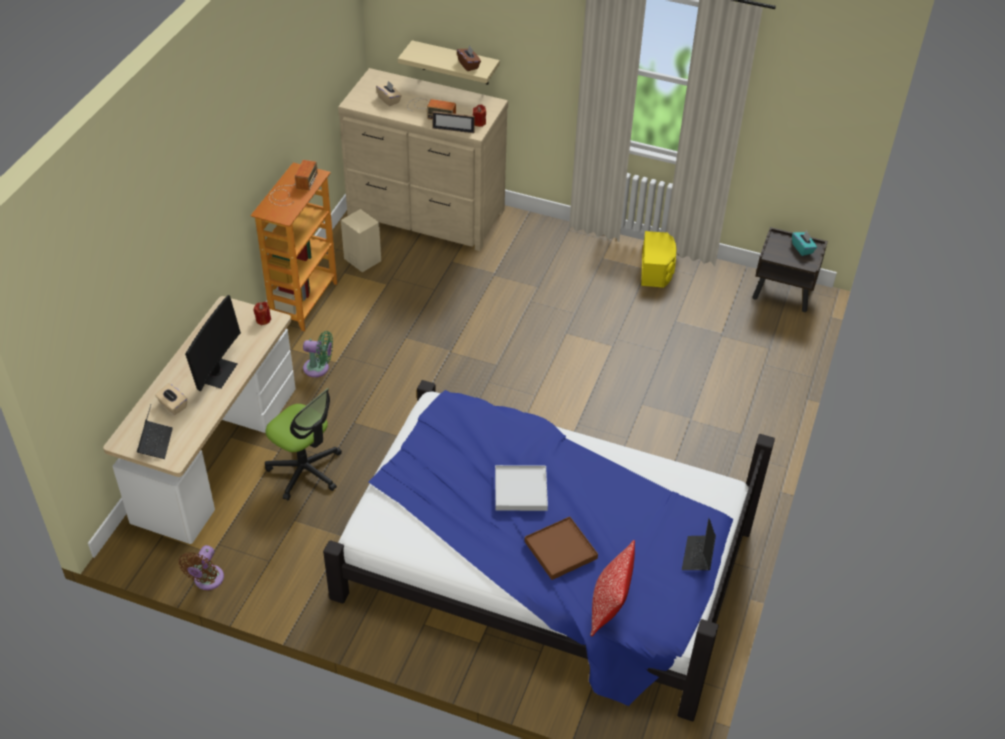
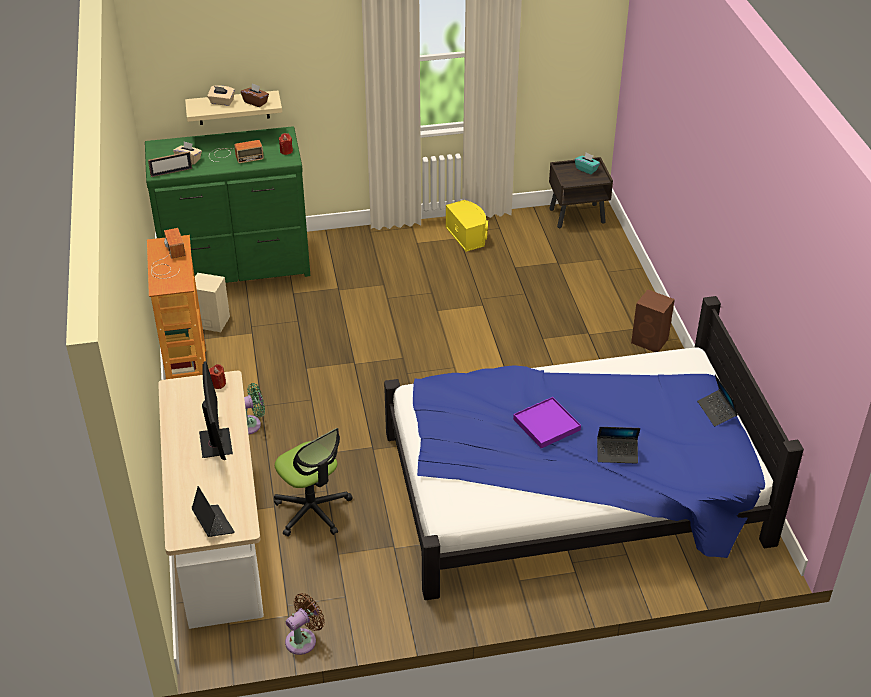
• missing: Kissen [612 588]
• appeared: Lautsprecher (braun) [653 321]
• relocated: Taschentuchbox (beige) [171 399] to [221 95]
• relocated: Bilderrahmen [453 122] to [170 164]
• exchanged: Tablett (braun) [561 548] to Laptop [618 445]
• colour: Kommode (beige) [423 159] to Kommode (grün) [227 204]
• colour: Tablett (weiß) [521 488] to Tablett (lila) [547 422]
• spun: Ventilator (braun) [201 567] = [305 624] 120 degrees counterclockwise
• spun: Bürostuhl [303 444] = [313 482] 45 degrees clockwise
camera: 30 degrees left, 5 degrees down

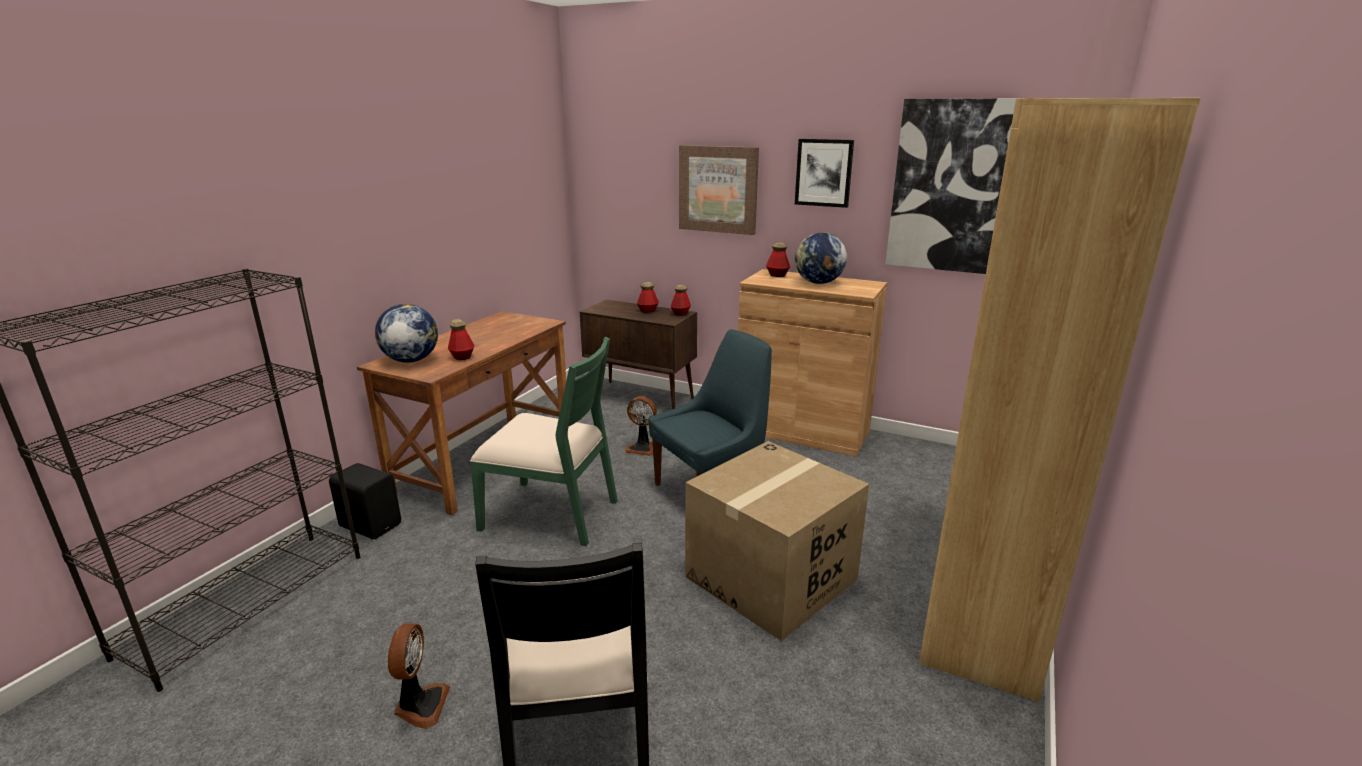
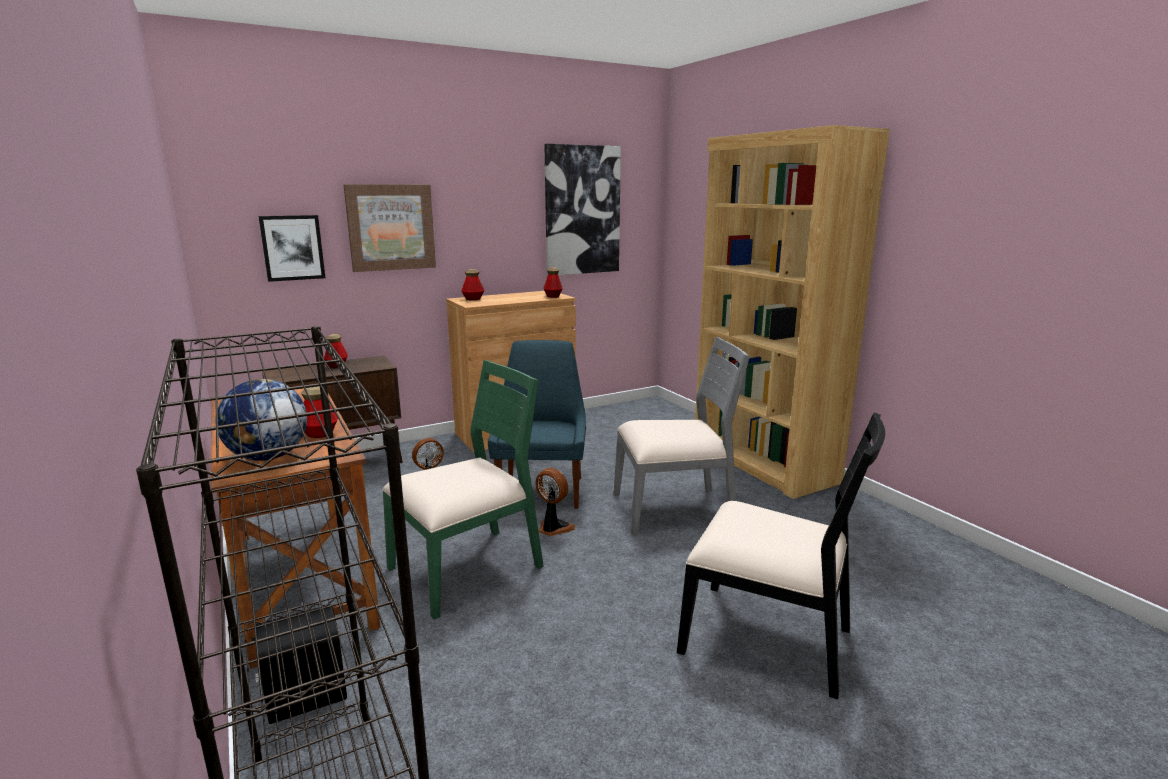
• missing: Globus [821 258]
• relocated: Ventilator [419 676] to [555 502]
• relocated: Flasche [681 300] to [553 282]
• relocated: Bild [824 173] to [291 248]
• exchanged: Karton [777 541] to Stuhl (grau) [682 436]
camera: 55 degrees left, 5 degrees down

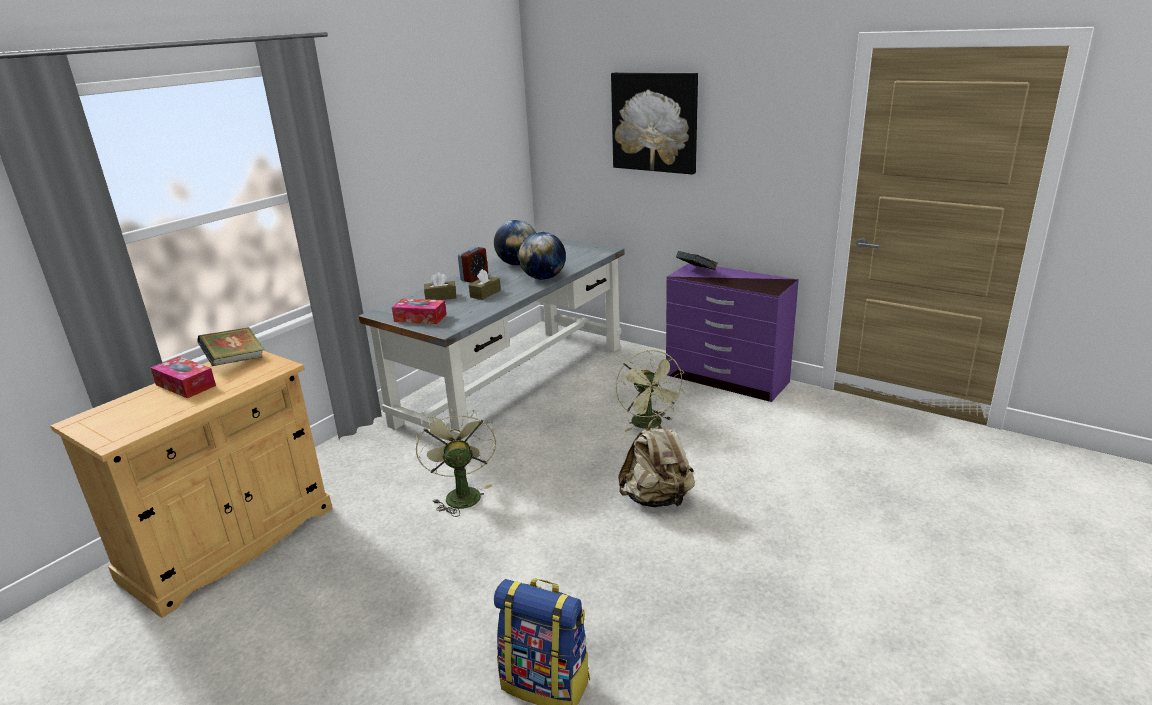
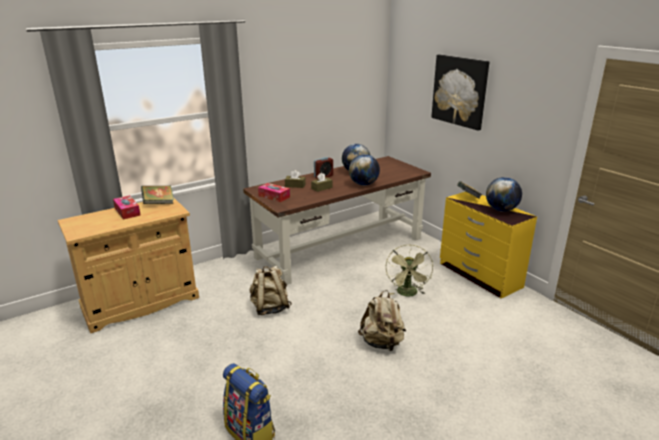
• appeared: Globus [504 194]
• exchanged: Ventilator (grün) [456 462] to Rucksack (beige) [271 290]
• colour: Schreibtisch (grau) [492 342] to Schreibtisch (braun) [337 220]
• colour: Kommode (lila) [732 332] to Kommode (gelb) [488 245]
camera: 20 degrees right, 0 degrees up

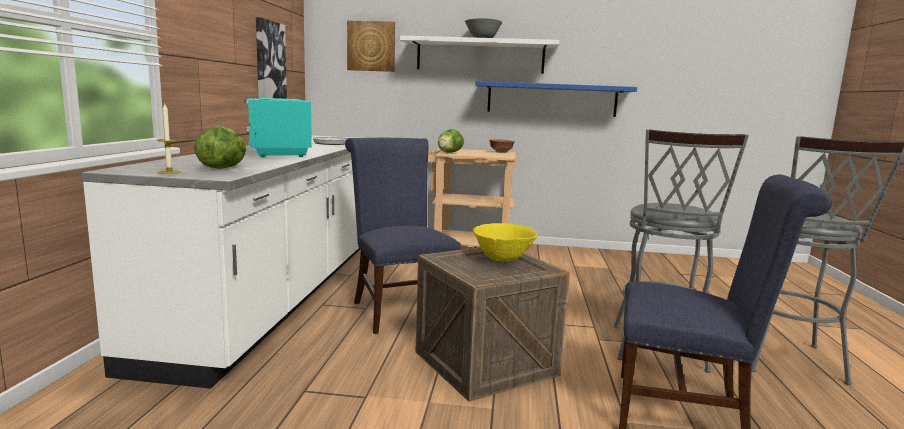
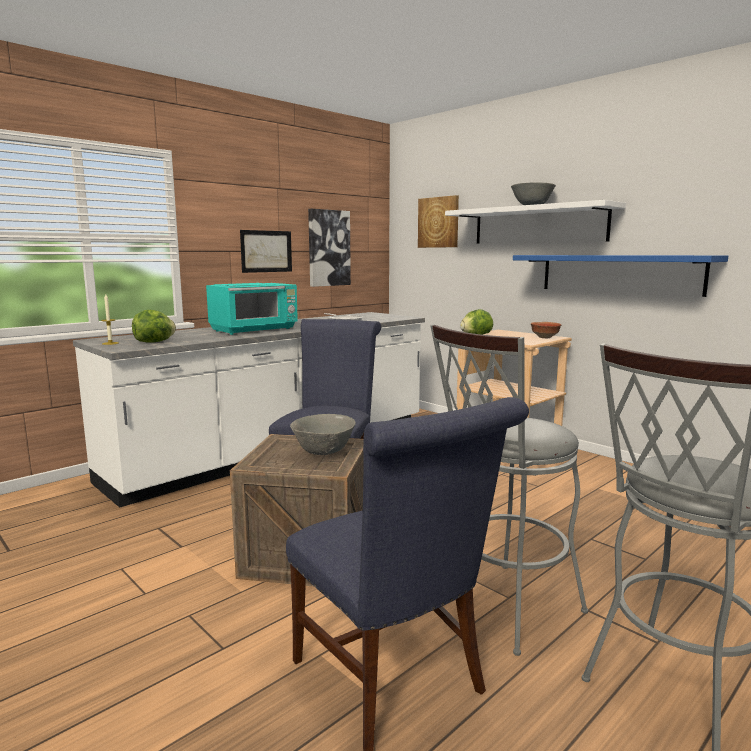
• appeared: Bild [266 251]
• colour: Schüssel (gelb) [505 242] to Schüssel (grau) [323 434]
• spun: Mikrowelle (türkis) [278 127] = [252 309] 150 degrees counterclockwise
camera: 40 degrees right, 0 degrees up

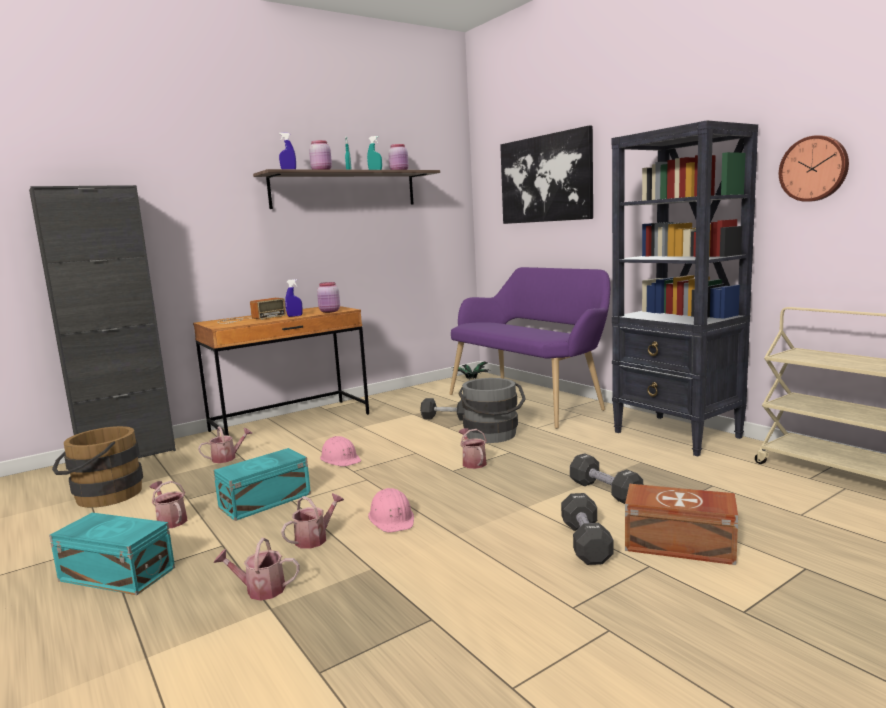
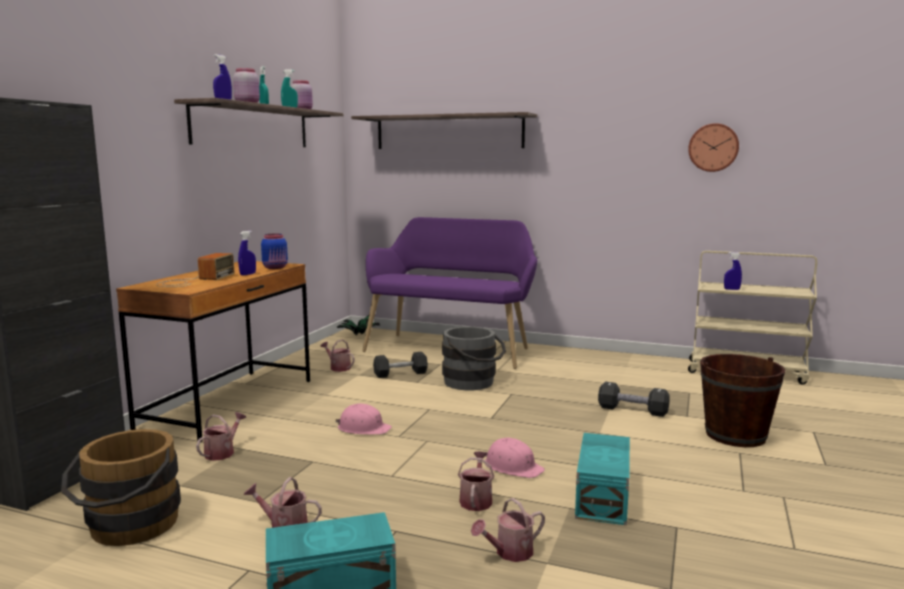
• missing: Hantel (schwarz) [587 529]
• missing: Bücherregal (schwarz) [684 288]
• appeared: Sprühflasche (blau) [733 271]
• relocated: Aufbewahrungsbox (türkis) [262 484] to [602 479]
• relocated: Gießkanne [473 448] to [337 356]
• exchanged: Bild [546 174] to Wandregal [444 130]
• exchanged: Aufbewahrungsbox (braun) [681 524] to Eimer (braun) [742 400]
• colour: Vorratsglas (rosa) [328 297] to Vorratsglas (blau) [274 251]
camera: 35 degrees left, 0 degrees up

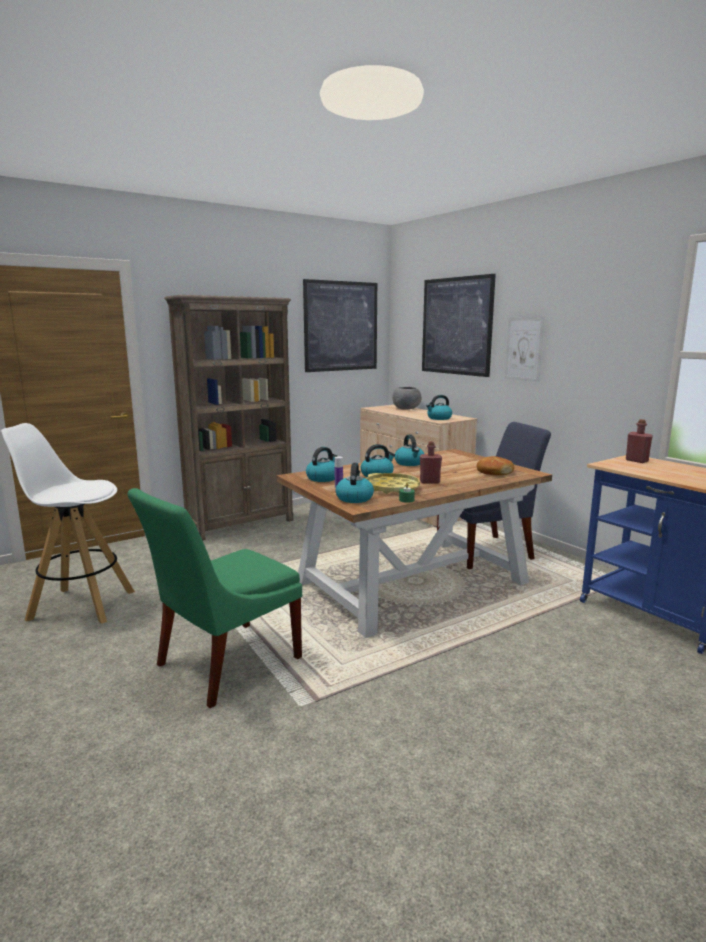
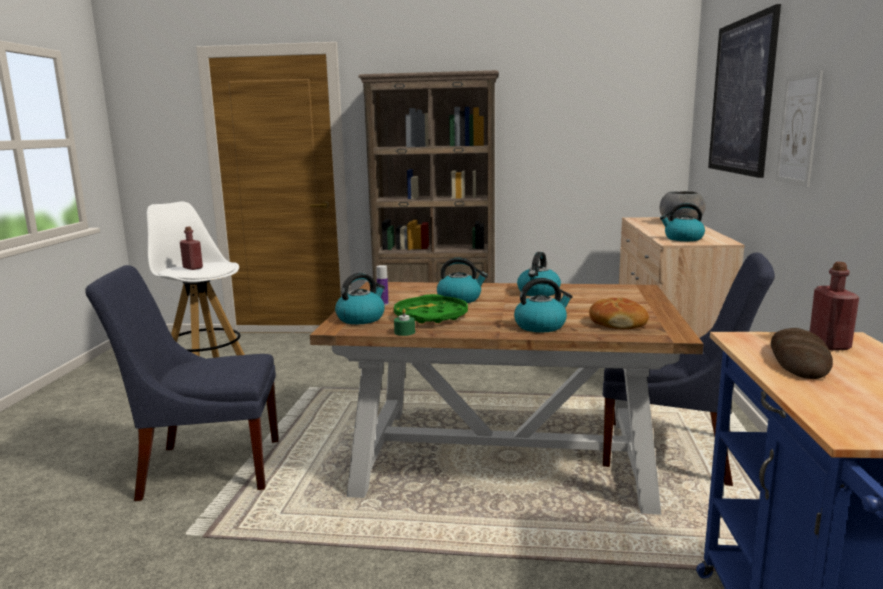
• missing: Bild [340 325]
• appeared: Brot [802 353]
• relocated: Wasserkessel [322 464] to [543 305]
• relocated: Flasche (rot) [431 462] to [191 248]
• colour: Stuhl (grün) [215 598] to Stuhl (blau) [182 383]
• colour: Tablett (gelb) [393 483] to Tablett (grün) [431 308]
camera: 40 degrees right, 0 degrees up

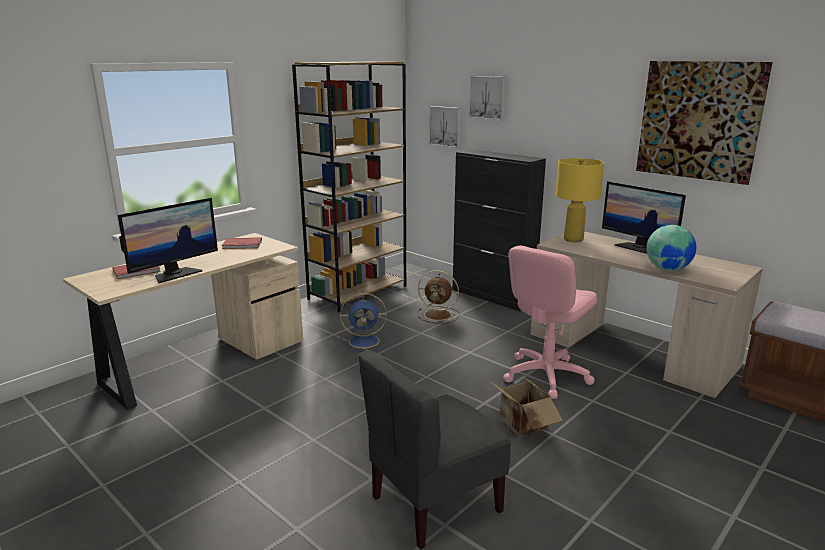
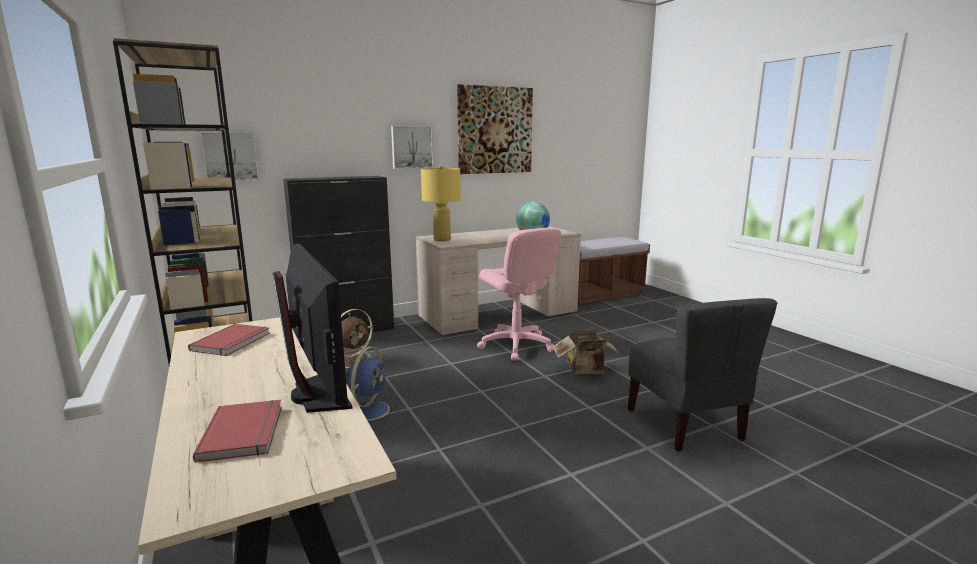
• missing: Monitor [644 217]
• relocated: Bild [487 98] to [412 147]
camera: 70 degrees left, 5 degrees down

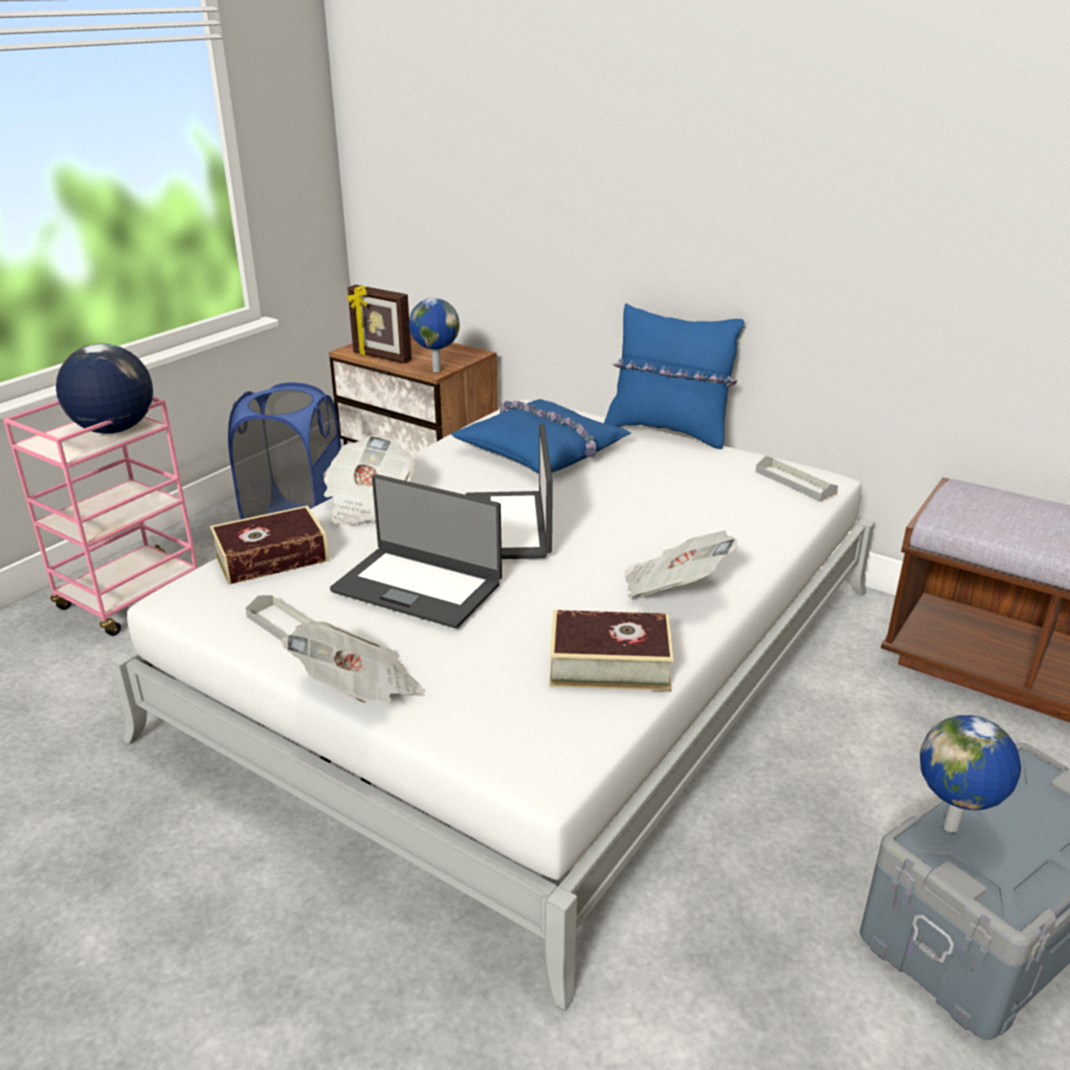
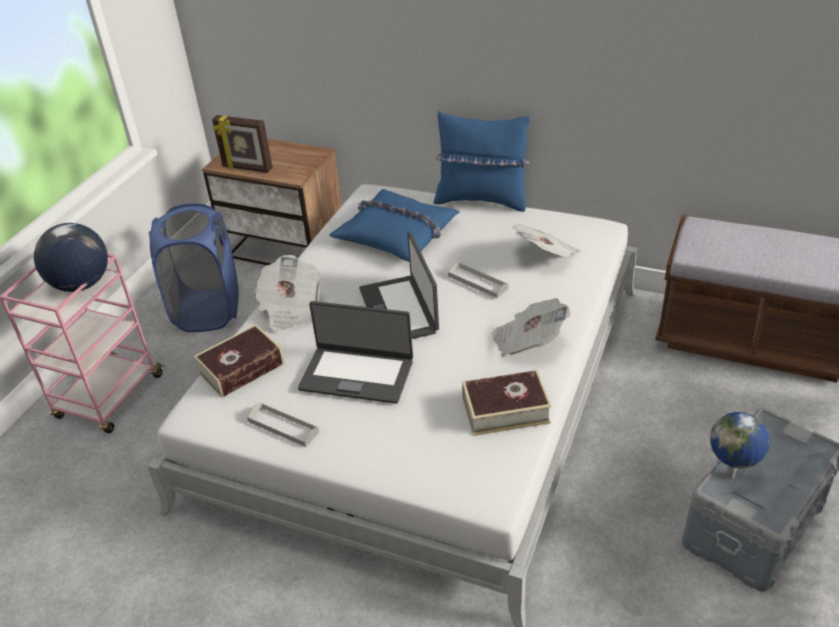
• missing: Globus [434 335]
• relocated: Zeitung [353 662] to [546 241]
• relocated: Tablett (grau) [797 478] to [478 280]
camera: 10 degrees left, 10 degrees up

